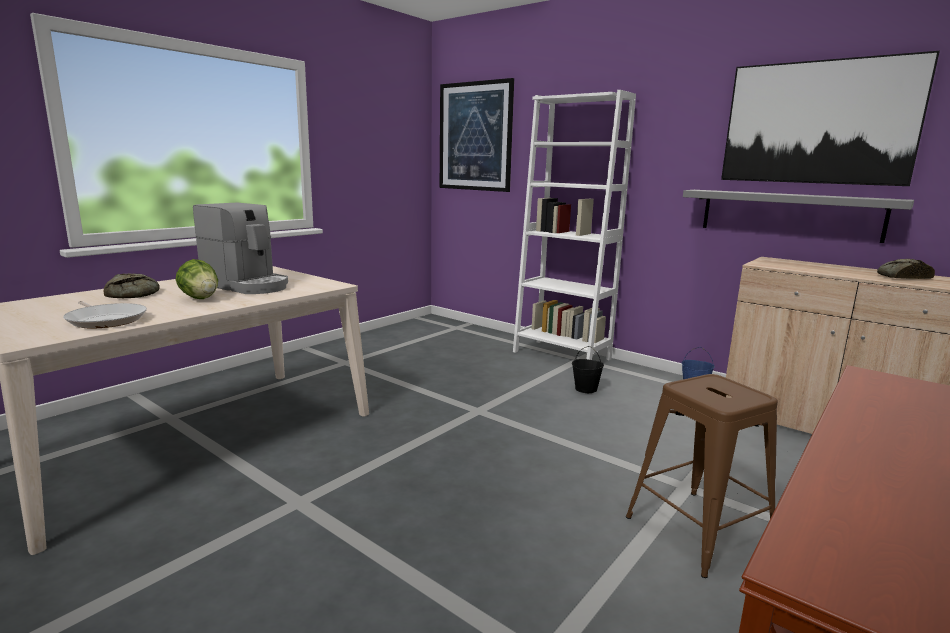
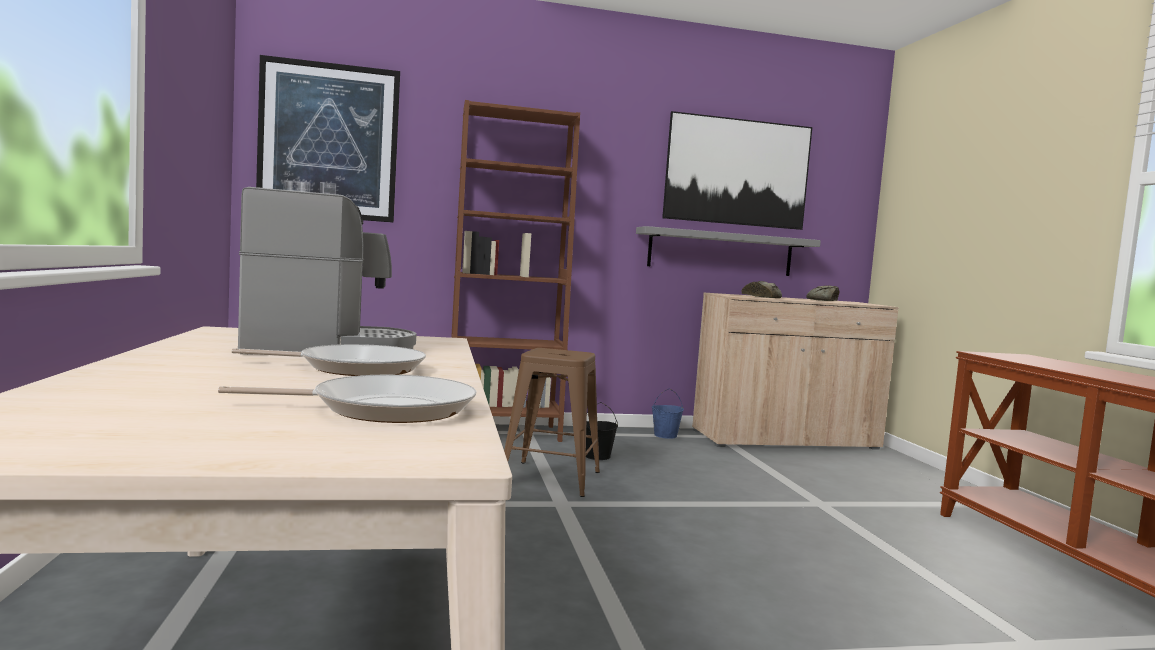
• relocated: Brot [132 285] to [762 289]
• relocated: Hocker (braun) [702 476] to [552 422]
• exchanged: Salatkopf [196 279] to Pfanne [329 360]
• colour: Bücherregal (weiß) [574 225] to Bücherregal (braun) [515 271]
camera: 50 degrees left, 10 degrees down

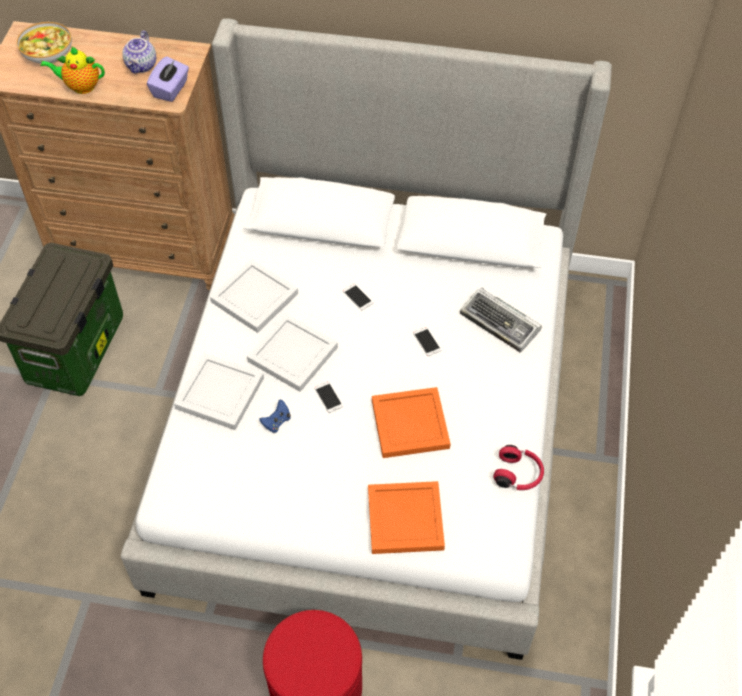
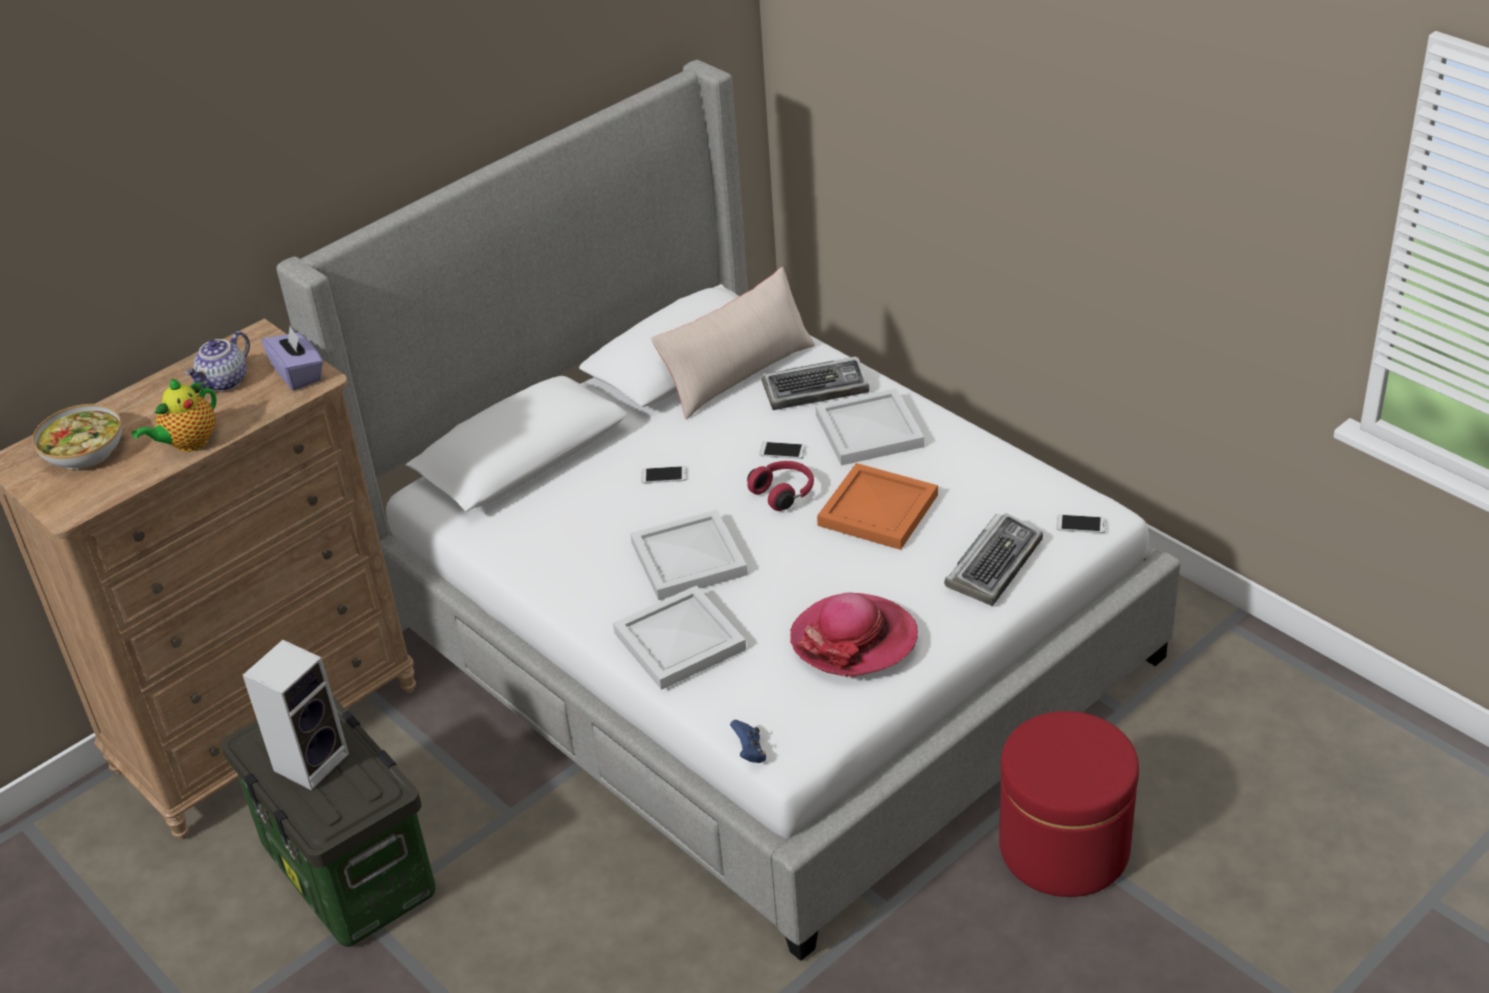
• appeared: Lautsprecher [296 715]
• appeared: Kissen (beige) [733 343]
• appeared: Hut [854 635]
• relocated: Tablett (weiß) [254 296] to [870 427]
• relocated: Gamepad (blau) [275 416] to [748 741]
• relocated: Handy [328 397] to [1081 523]
• relocated: Kopfhörer (rot) [518 467] to [780 486]
• exchanged: Tablett (orange) [406 517] to Tastatur [993 559]
• spun: Teekanne [139 52] = [217 361] 75 degrees clockwise
camera: 50 degrees left, 15 degrees down

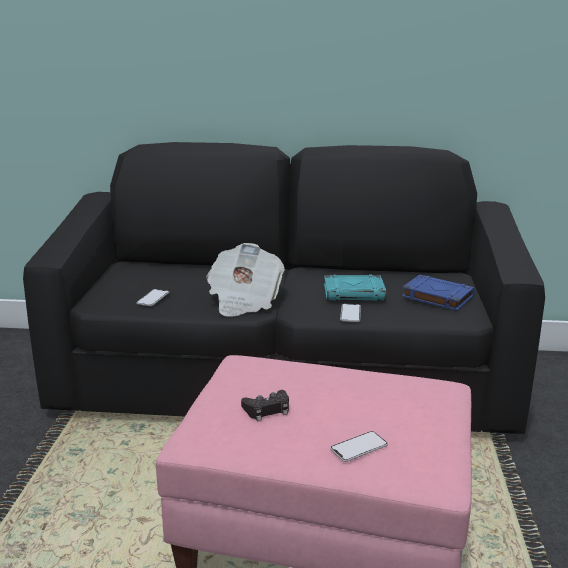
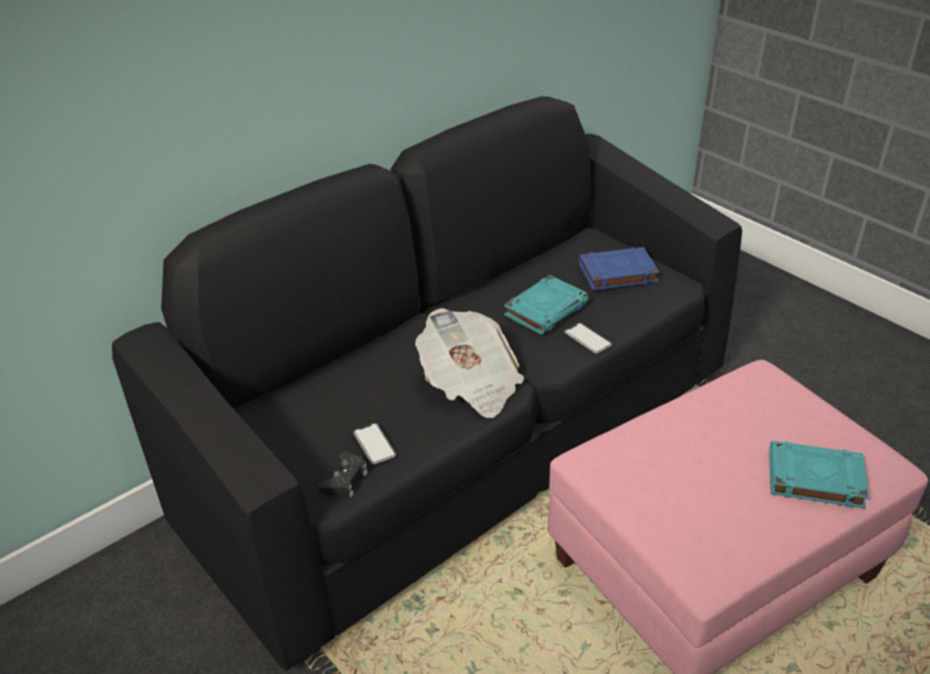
• relocated: Gamepad (schwarz) [265 405] to [343 475]
• exchanged: Handy [359 446] to Buch (türkis) [819 474]
camera: 45 degrees left, 15 degrees up

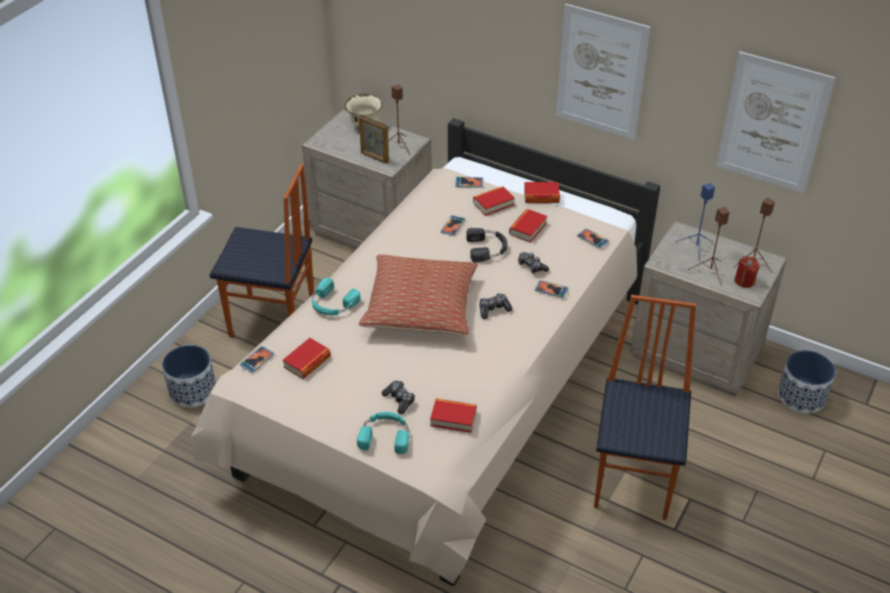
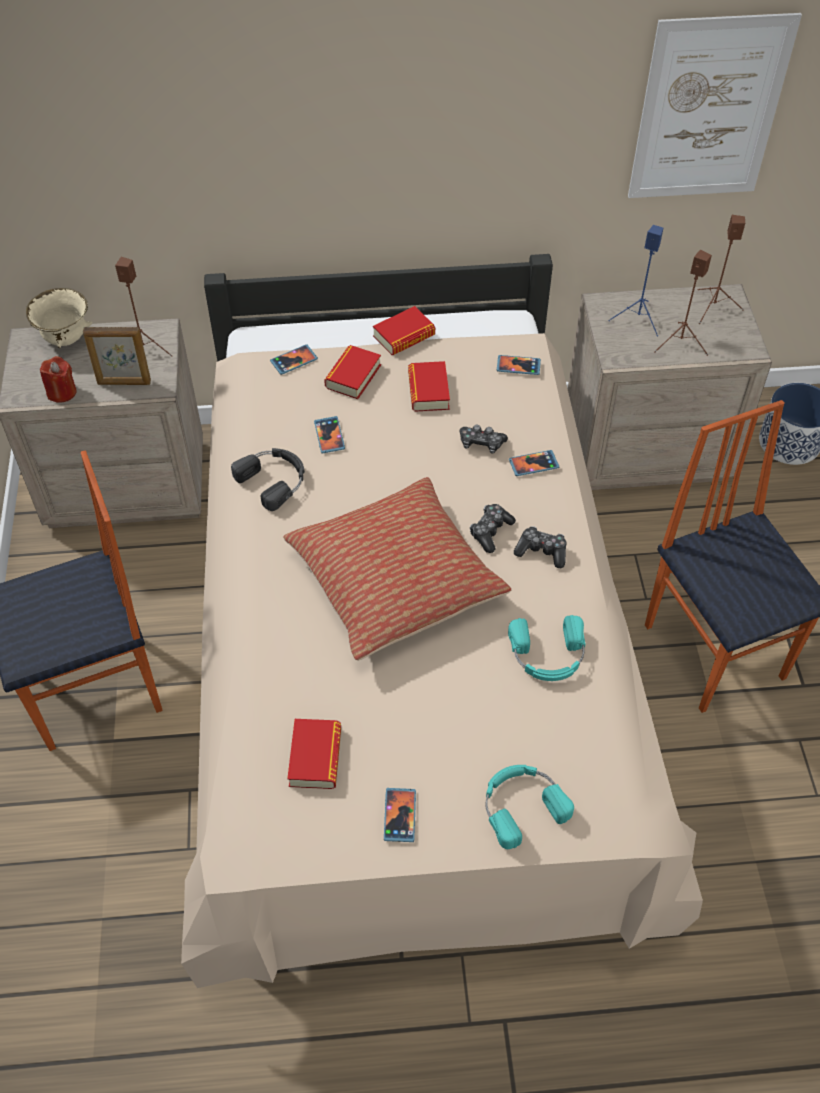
• missing: Pflanzkübel [189 376]
• missing: Buch [453 416]
• missing: Bild [603 72]
• relocated: Handy [257 359] to [400 815]
• relocated: Kopfhörer (türkis) [336 296] to [546 648]
• relocated: Gamepad [398 397] to [540 547]
• relocated: Kopfhörer (schwarz) [486 245] to [268 479]
• relocated: Kerze (rot) [746 272] to [58 379]
camera: 35 degrees left, 10 degrees up

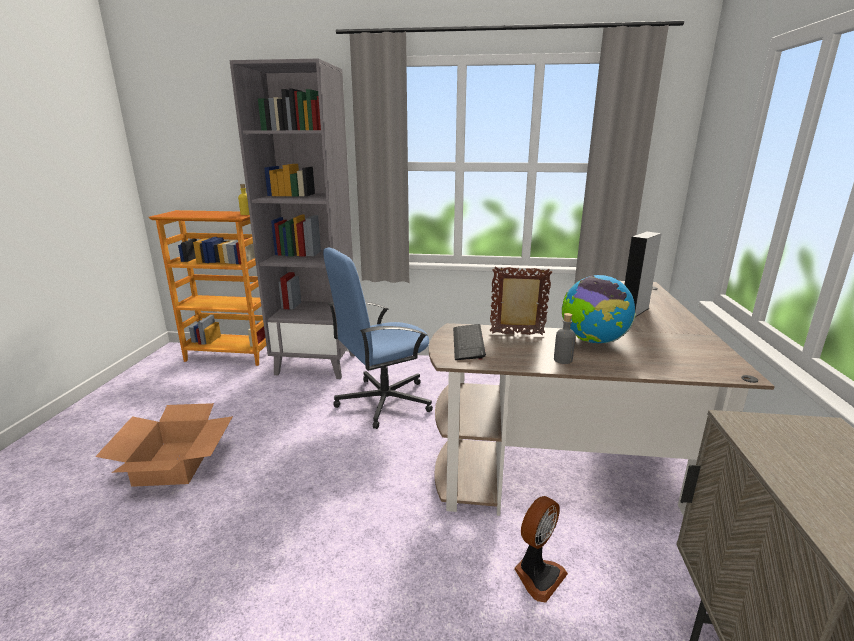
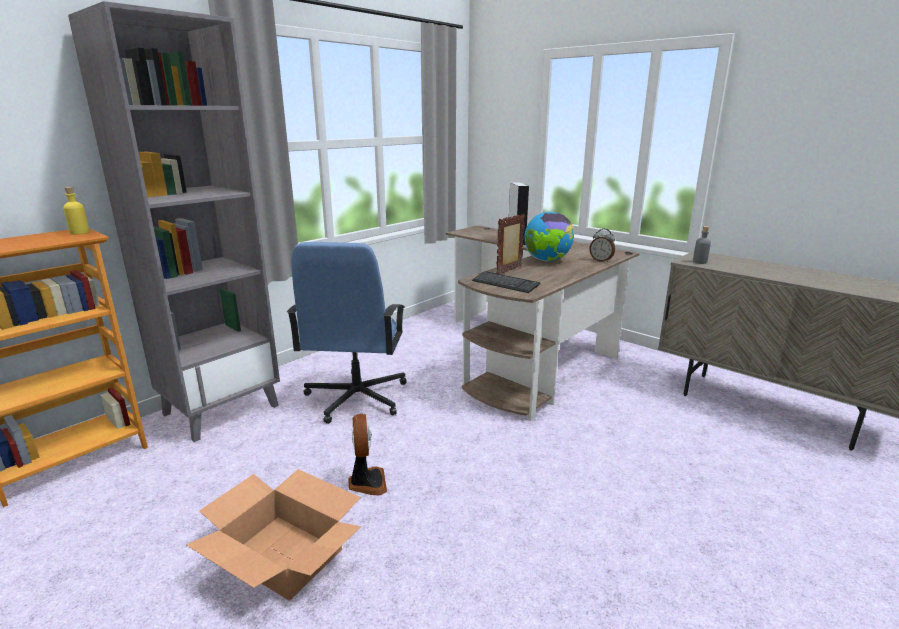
• appeared: Wecker [602 245]
• relocated: Ventilator [541 549] to [367 454]
• relocated: Flasche (grau) [565 338] to [702 245]
camera: 55 degrees left, 0 degrees up

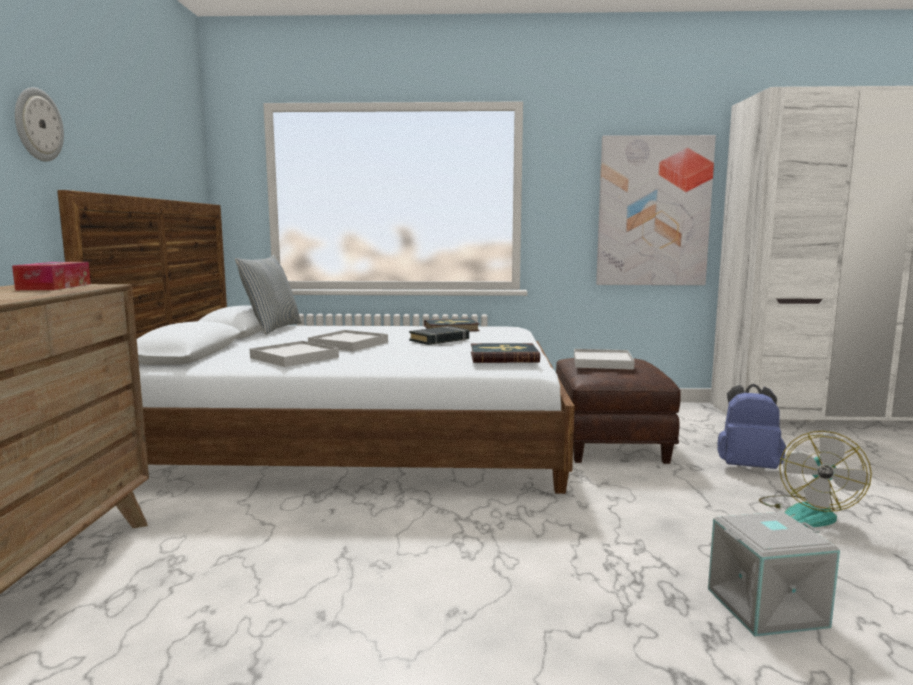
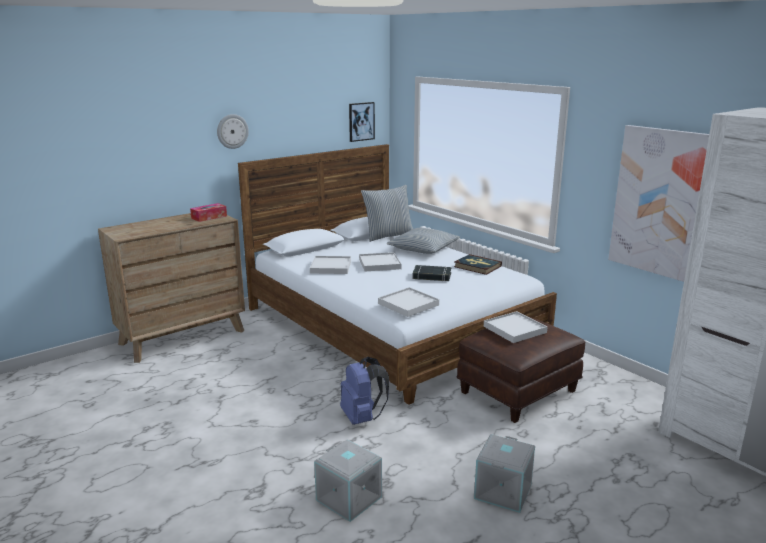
• appeared: Bild [362 122]
• appeared: Kissen [423 241]
• relocated: Rucksack (blau) [751 426] to [364 391]
• exchanged: Buch [505 353] to Tablett (weiß) [408 302]
• exchanged: Ventilator [815 479] to Aufbewahrungsbox (grau) [504 473]
camera: 50 degrees right, 10 degrees up

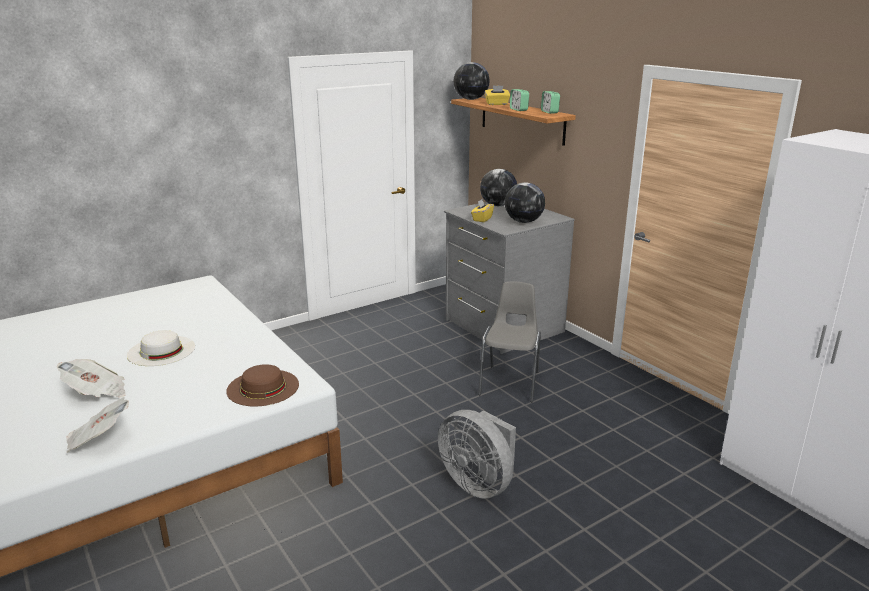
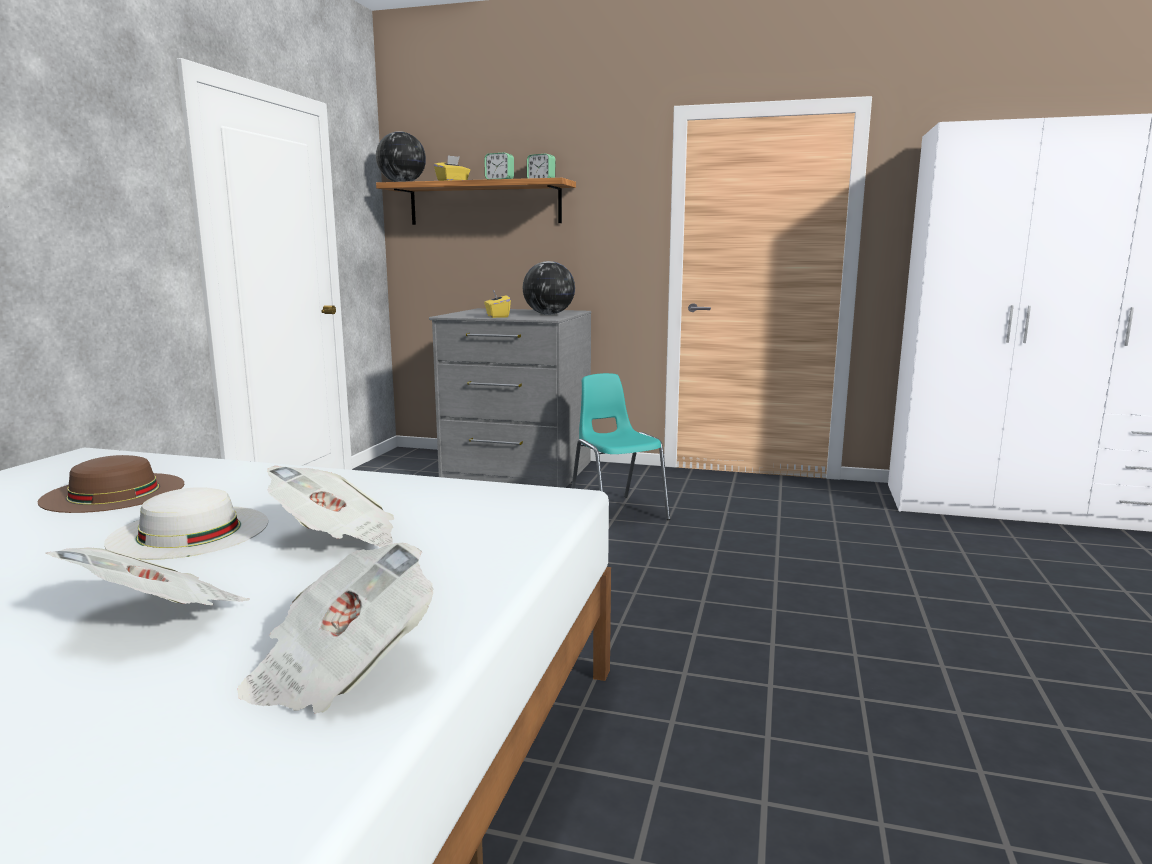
• missing: Ventilator (grau) [477 454]
• missing: Globus [498 187]
• appeared: Zeitung [330 506]
• relocated: Hut (braun) [262 385] to [111 484]
• colour: Stuhl (grau) [509 341] to Stuhl (türkis) [621 446]
camera: 40 degrees left, 10 degrees down

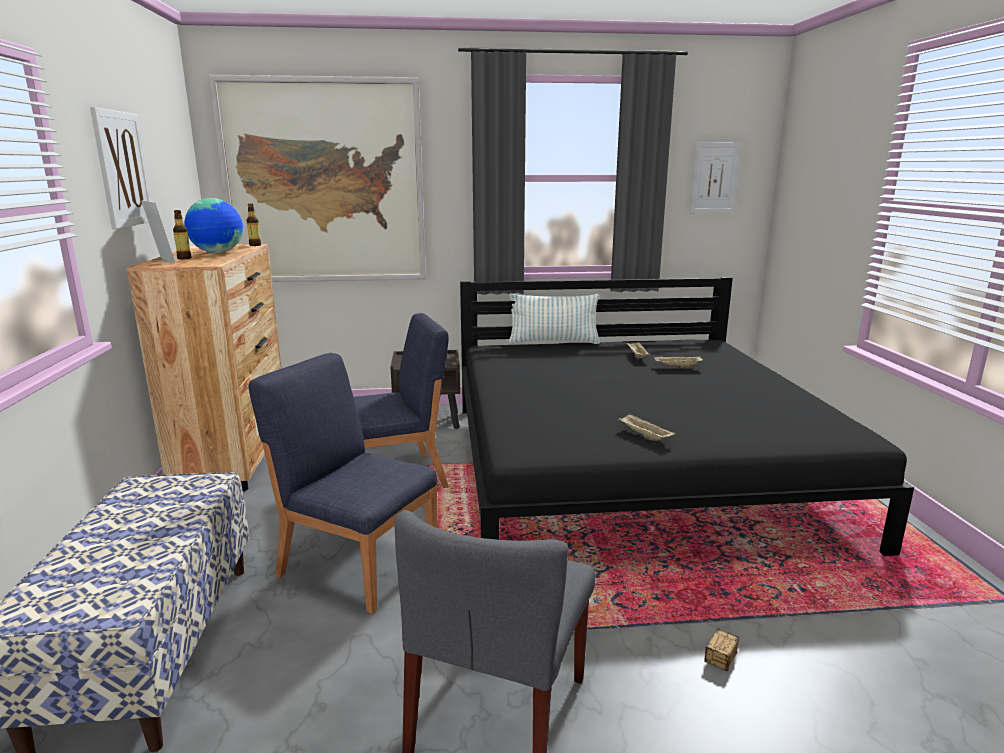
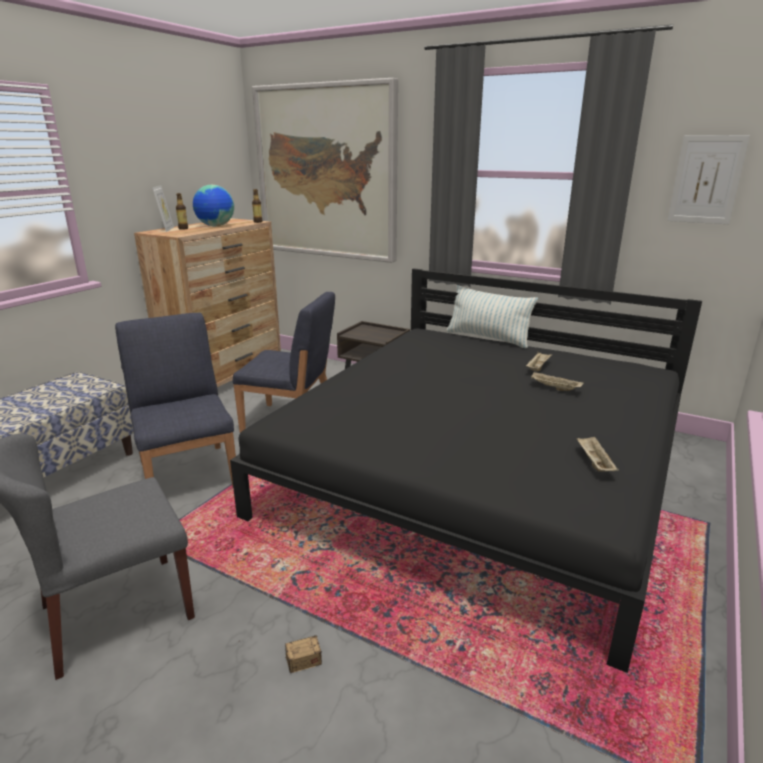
• missing: Bild [120 168]
• relocated: Tablett (beige) [646 427] to [598 454]
camera: 35 degrees right, 5 degrees up

